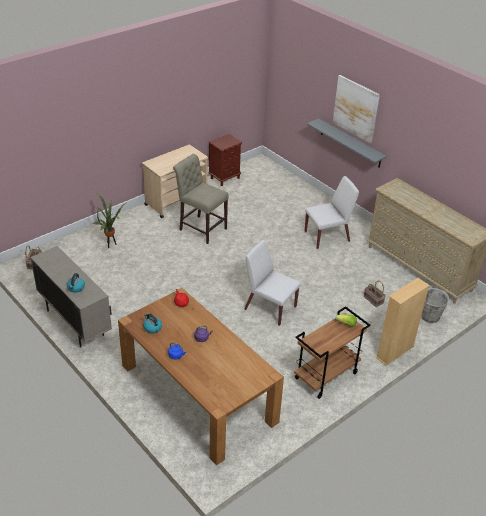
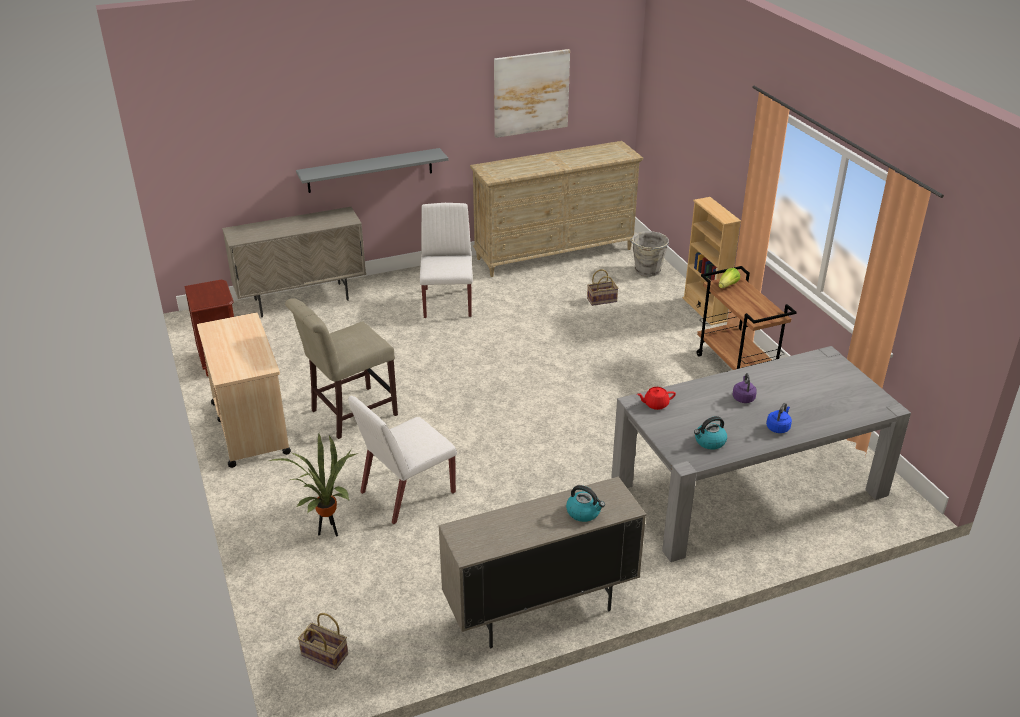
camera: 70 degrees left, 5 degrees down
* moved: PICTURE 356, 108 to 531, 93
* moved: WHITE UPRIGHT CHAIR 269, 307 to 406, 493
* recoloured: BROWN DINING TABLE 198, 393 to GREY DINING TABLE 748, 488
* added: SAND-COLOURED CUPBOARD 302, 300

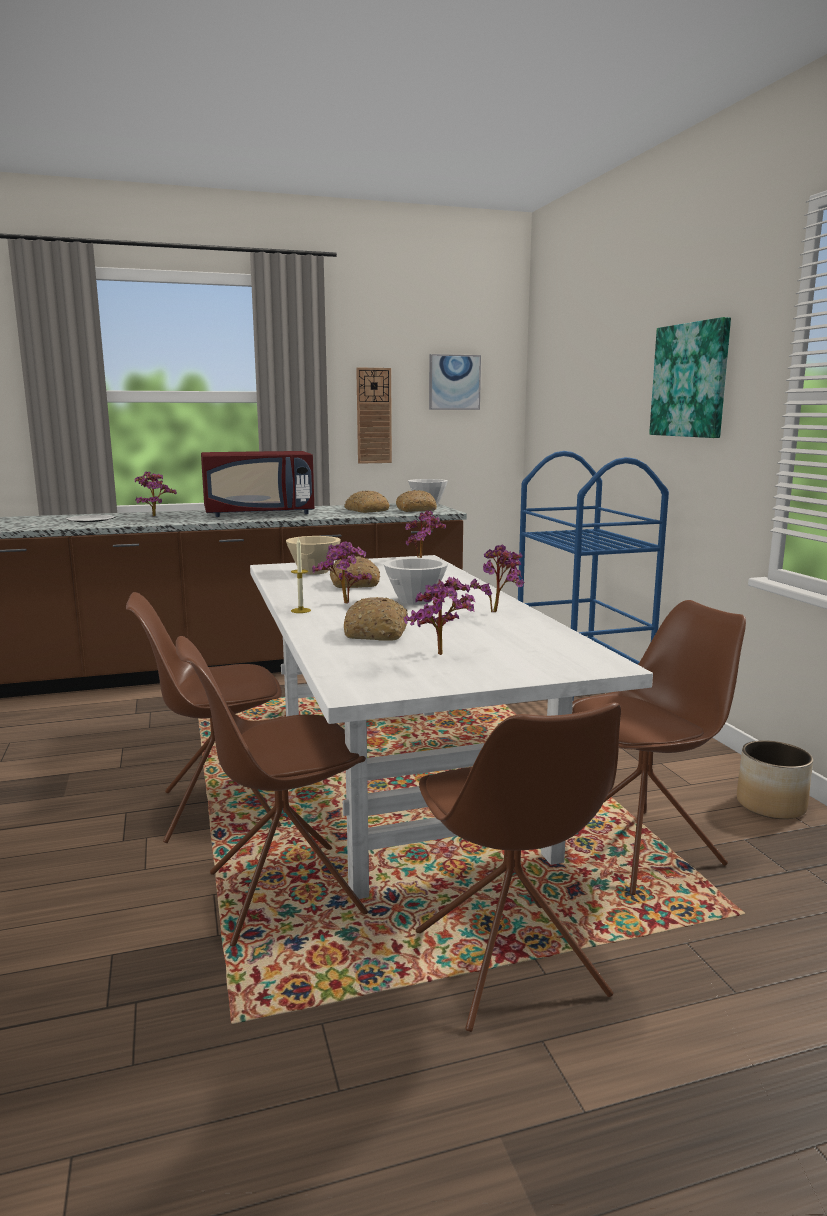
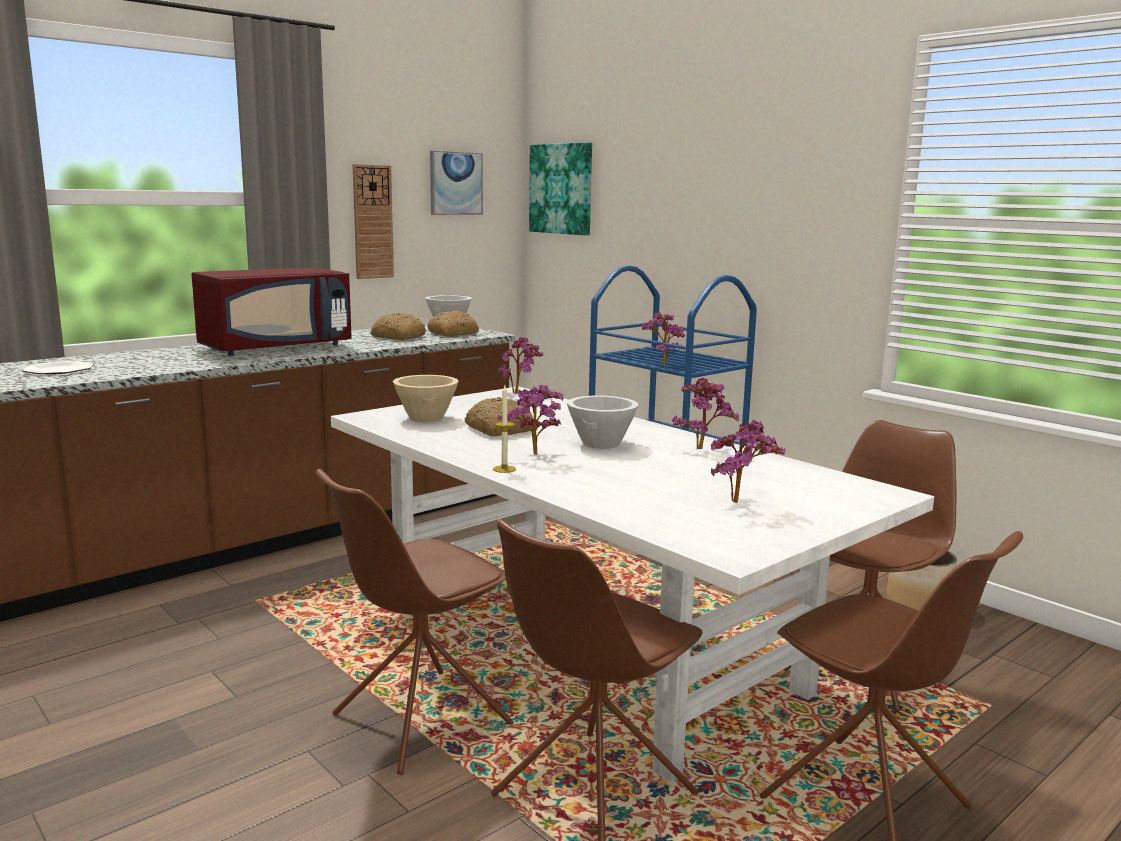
camera: 25 degrees left, 0 degrees up
* moved: PICTURE 690, 380 to 561, 189
* moved: PLANT IN A POT 154, 516 to 661, 365
* removed: BAKERY BREAD 377, 633

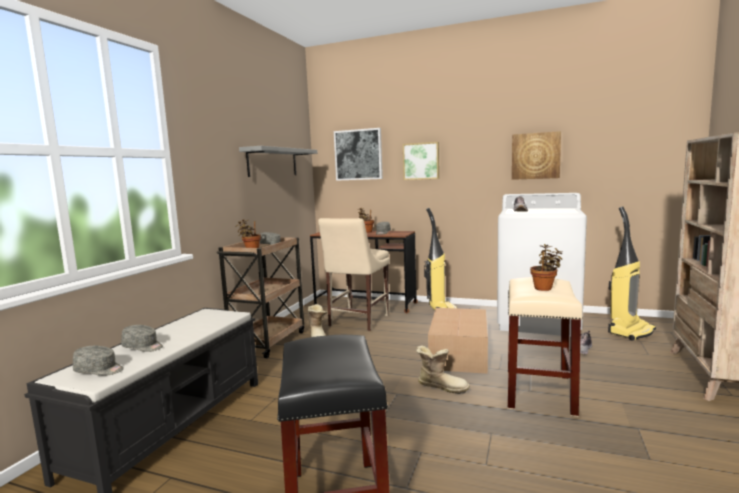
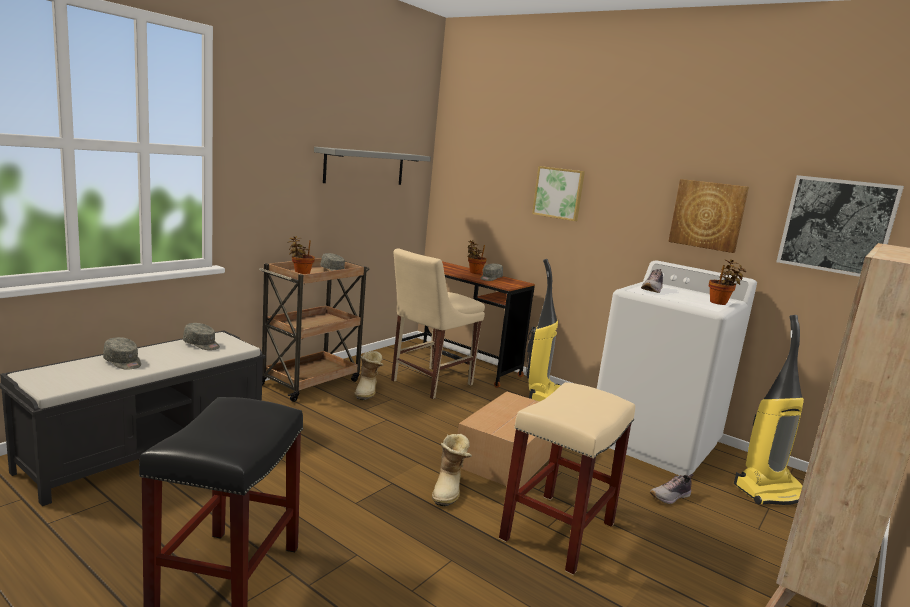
camera: 15 degrees right, 5 degrees up
* moved: PICTURE 358, 154 to 836, 226
* moved: PLANT IN A POT 544, 288 to 720, 303
* moved: GREY CAP 99, 370 to 202, 345
* turned: BOOT 441, 386 = 449, 490 60 degrees clockwise

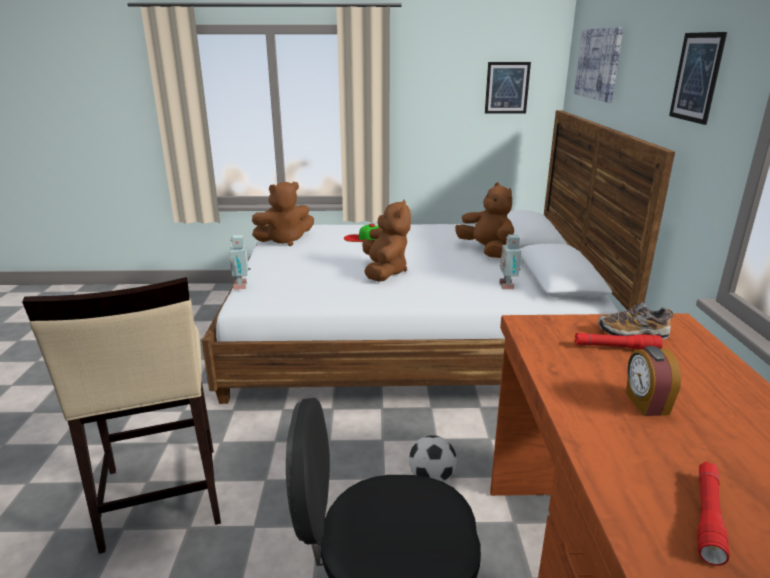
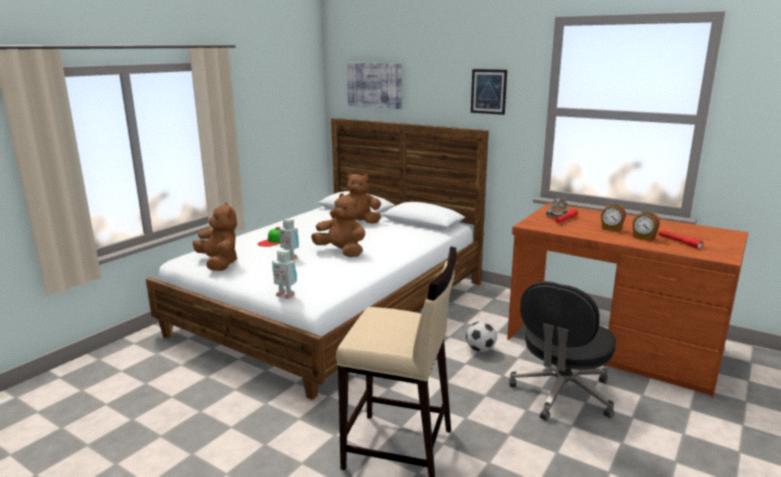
camera: 55 degrees left, 5 degrees down
* removed: PICTURE 507, 88
* turned: BROWN SOFT TOY 285, 240 = 219, 263 45 degrees counterclockwise
* moved: TOY ROBOT 508, 285 to 290, 257
* added: ALARM CLOCK 643, 238

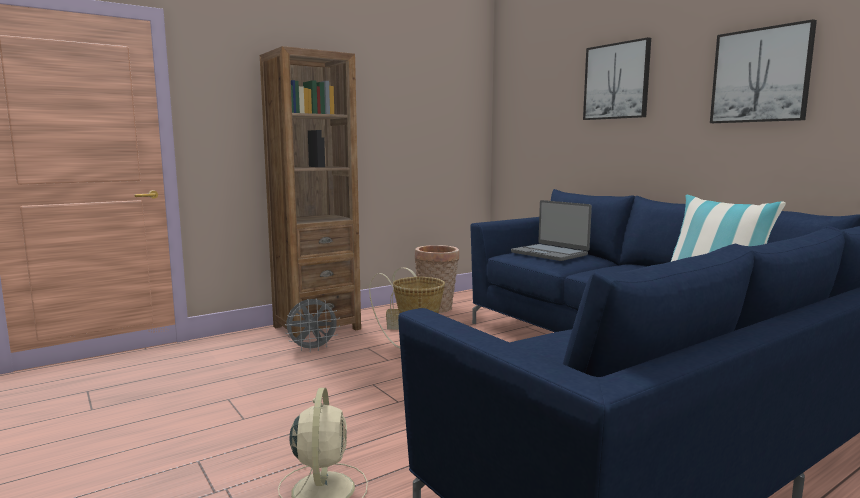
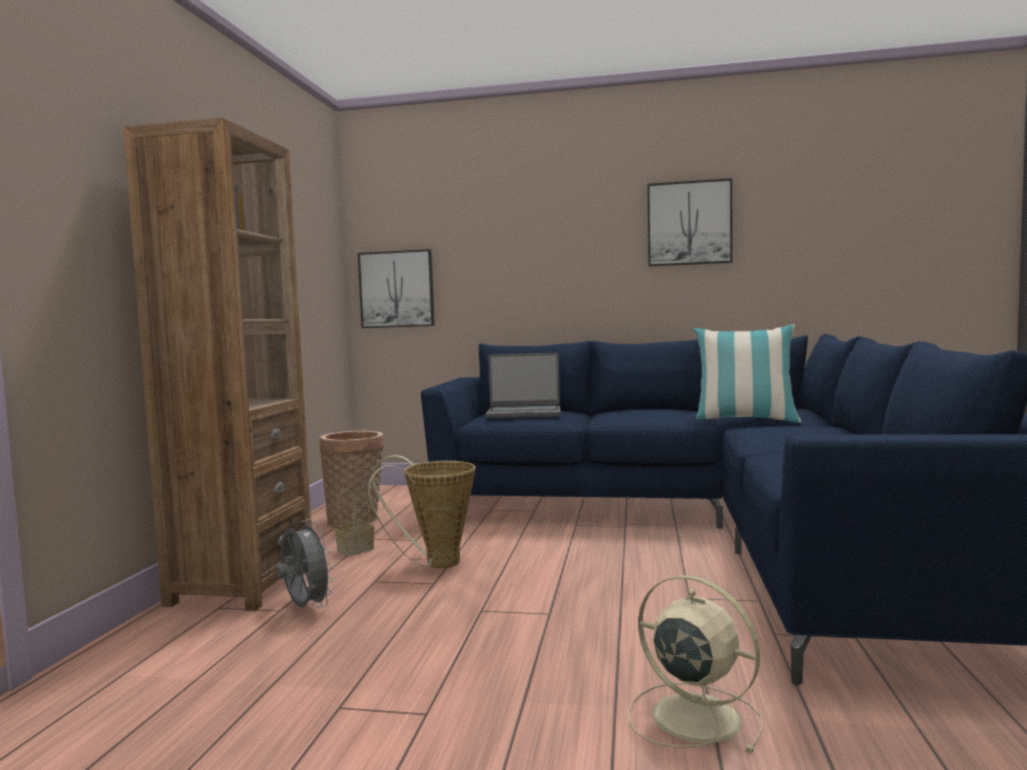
camera: 45 degrees left, 5 degrees down
* moved: PICTURE 616, 81 to 397, 289
* turned: GREY ELECTRIC FAN 312, 349 = 305, 608 60 degrees counterclockwise

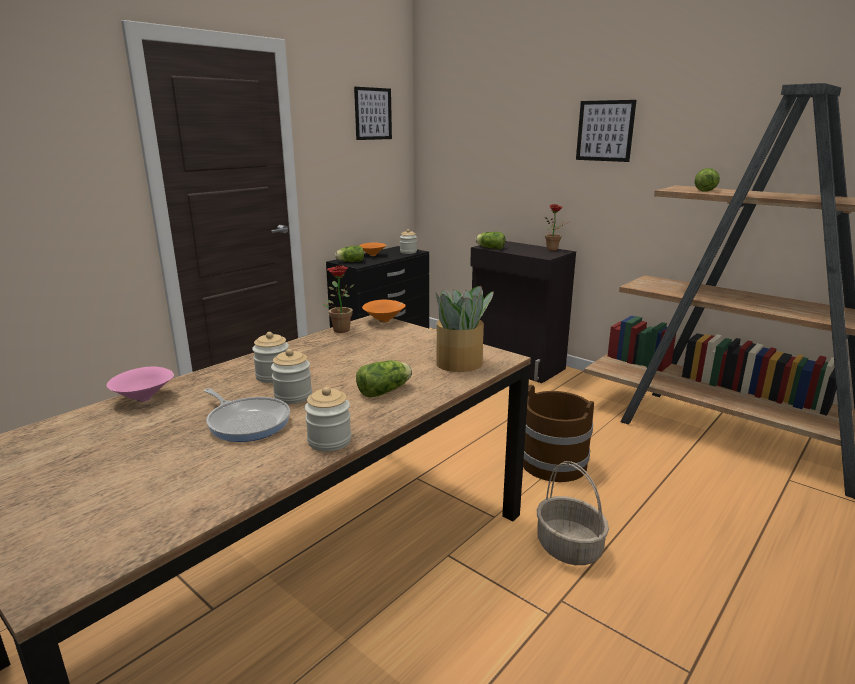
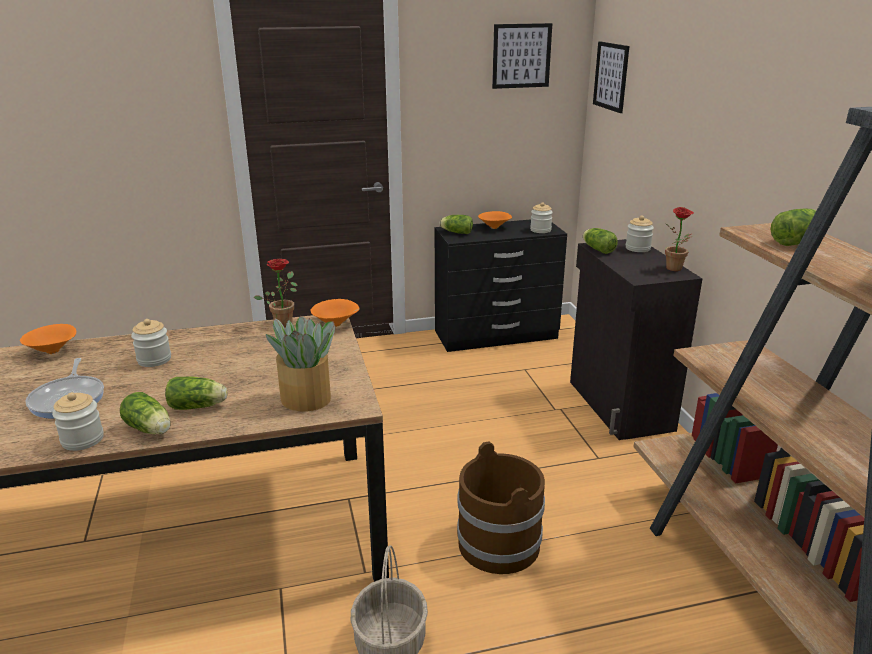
camera: 35 degrees right, 5 degrees up
* moved: PICTURE 605, 131 to 611, 76
* moved: JAR 293, 396 to 638, 248
* recoloured: PINK DEEP DISH 145, 398 to ORANGE DEEP DISH 54, 351
* added: HEAD OF LETTUCE 150, 429

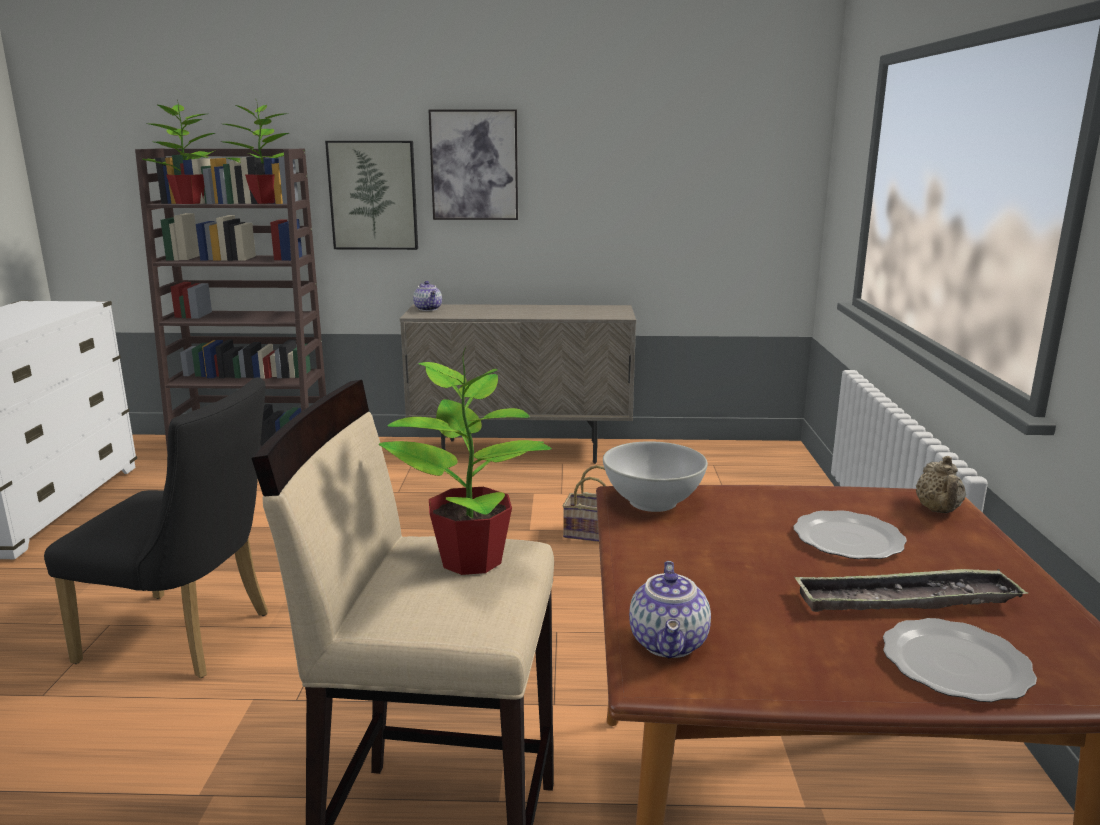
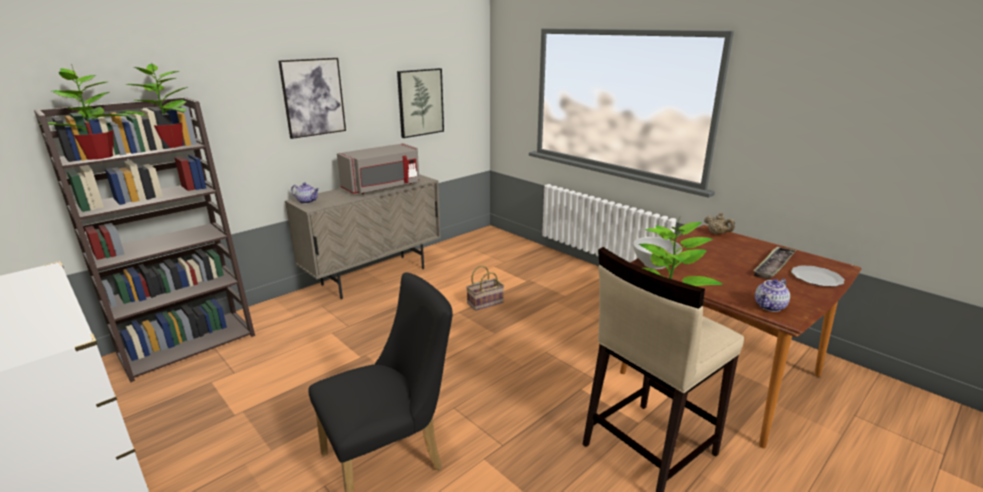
camera: 45 degrees left, 5 degrees up
* moved: PICTURE 373, 195 to 420, 102
* removed: DINNER PLATE 849, 540
* turned: TEAPOT 670, 643 = 770, 307 90 degrees clockwise
* added: GREY MICROWAVE 382, 187

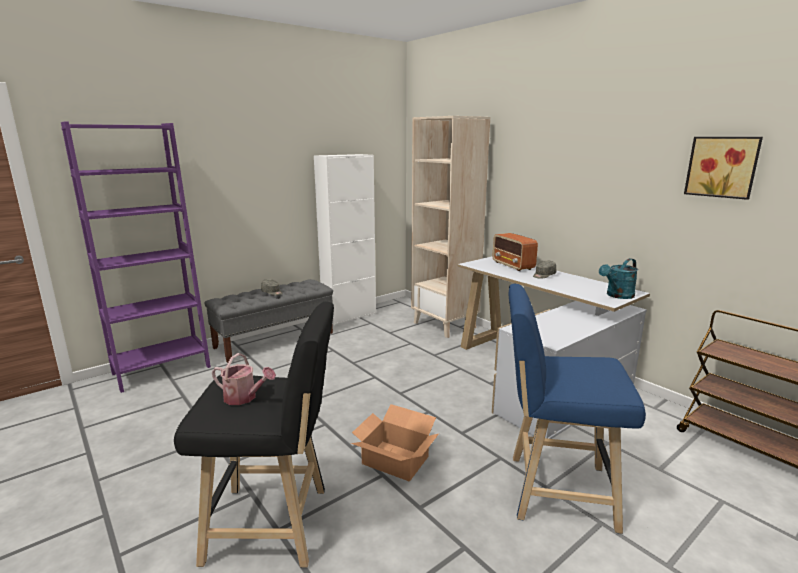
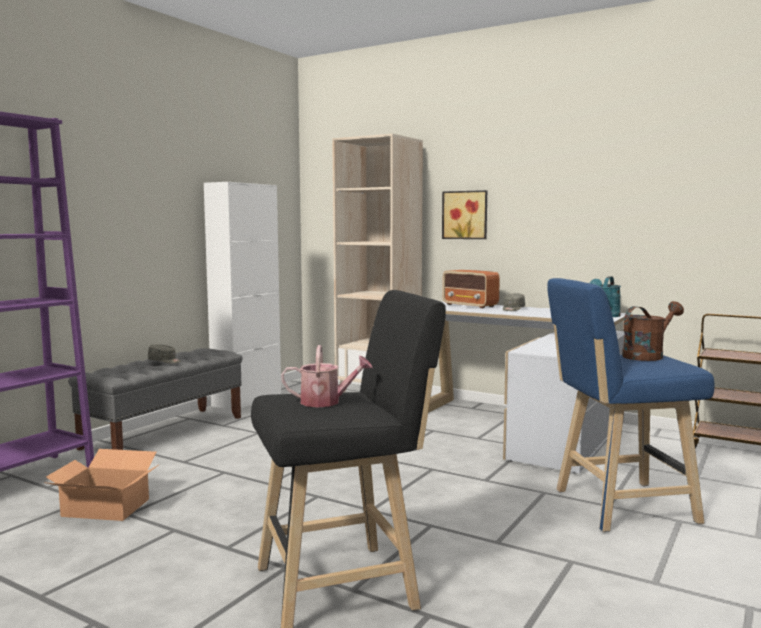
camera: 20 degrees left, 10 degrees down
* moved: PICTURE 722, 167 to 465, 215
* moved: CARDBOARD BOX 395, 459 to 105, 507
* added: BROWN SPRINKLING CAN 647, 356

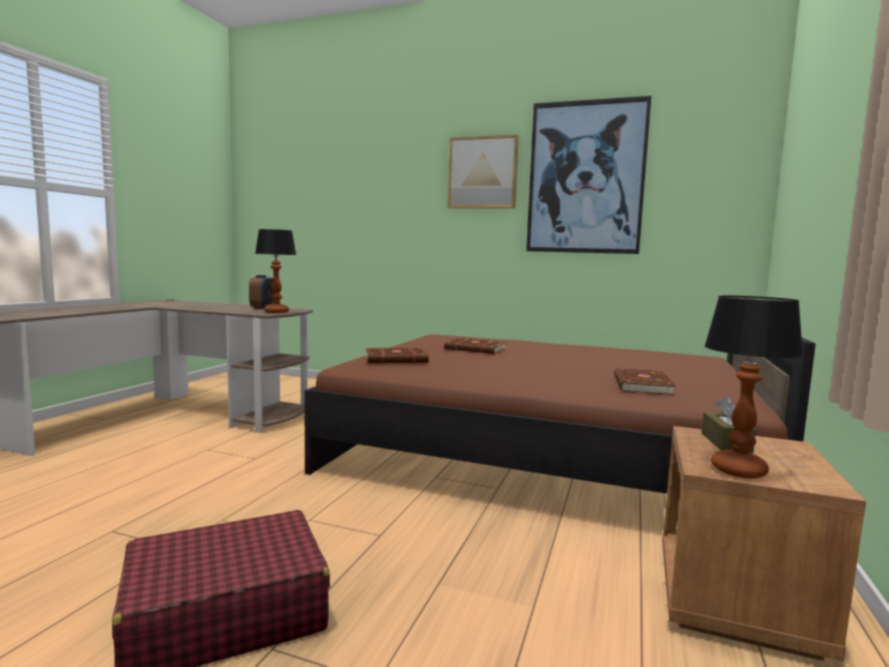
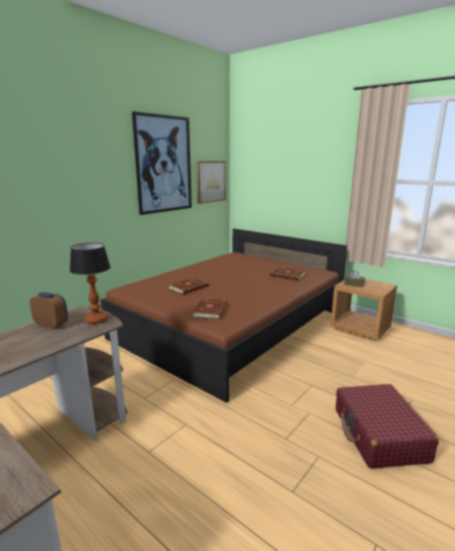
camera: 70 degrees left, 10 degrees up
* moved: PICTURE 482, 173 to 210, 181
* removed: LAMP FOR A TABLE 739, 470

